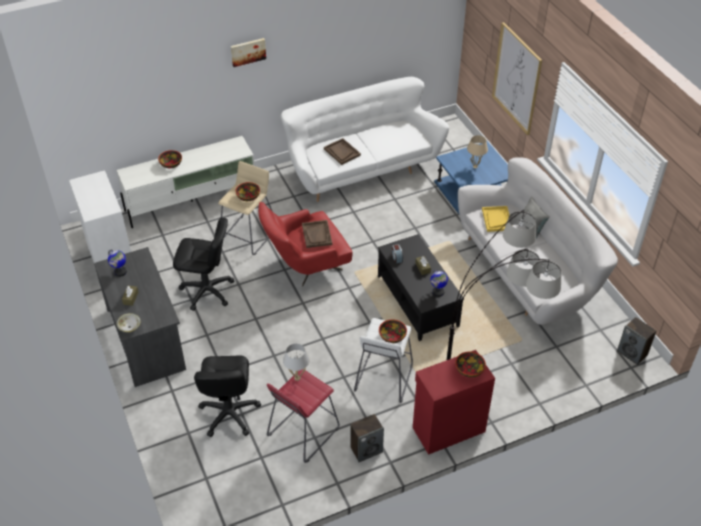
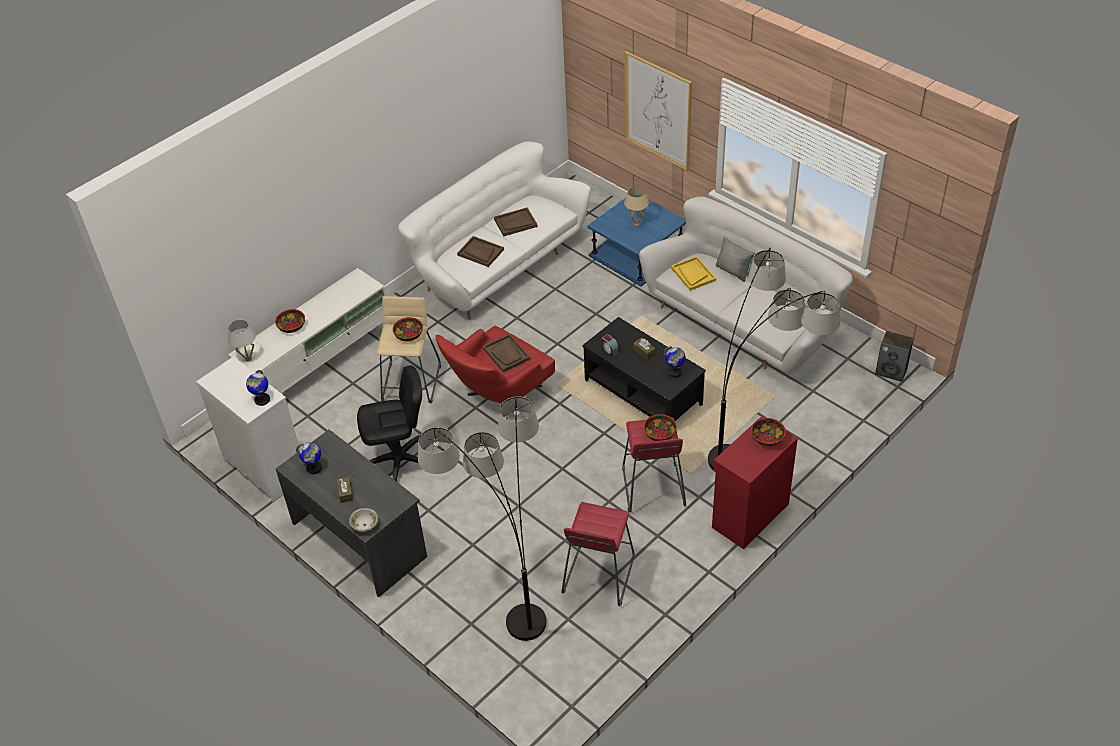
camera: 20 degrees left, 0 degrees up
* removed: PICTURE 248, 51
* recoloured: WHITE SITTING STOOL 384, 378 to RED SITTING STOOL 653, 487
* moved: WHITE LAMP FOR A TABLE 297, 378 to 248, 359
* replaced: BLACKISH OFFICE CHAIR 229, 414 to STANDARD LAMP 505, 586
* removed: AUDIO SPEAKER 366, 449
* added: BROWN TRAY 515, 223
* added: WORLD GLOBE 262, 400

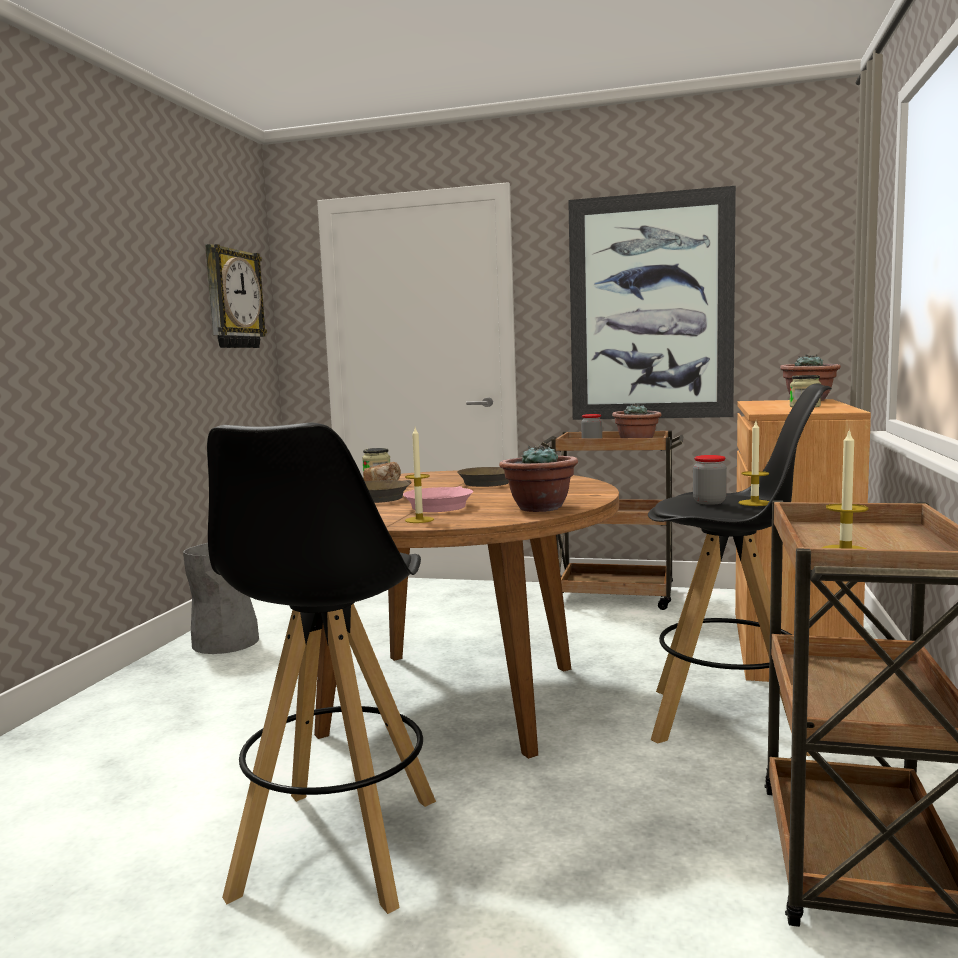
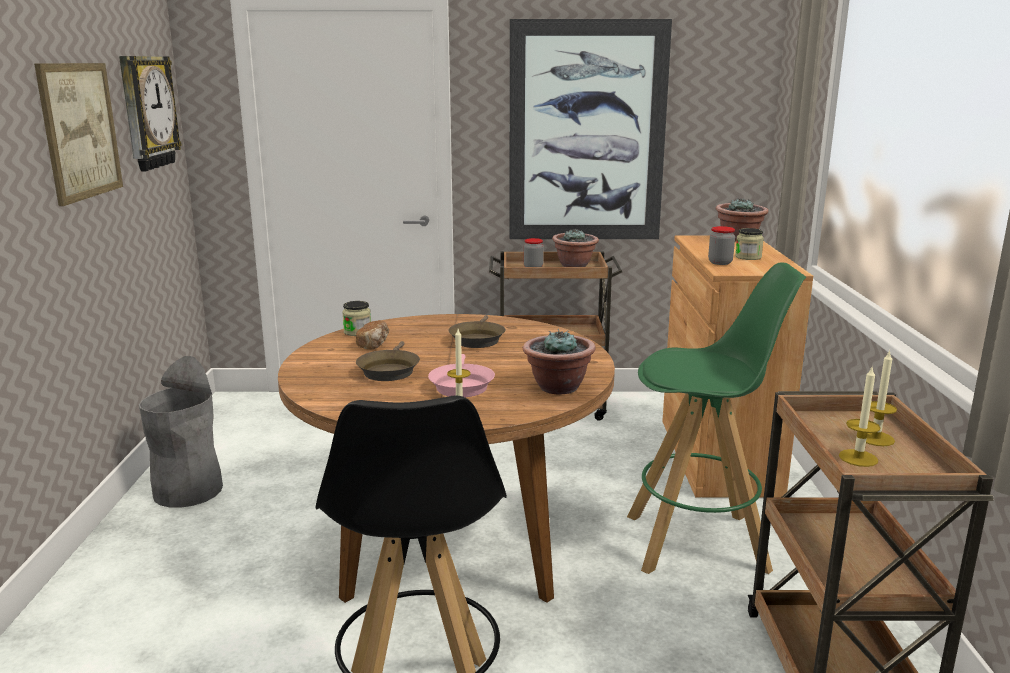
camera: 15 degrees left, 10 degrees up
* recoloured: BLACKISH SITTING STOOL 731, 720 to GREENISH SITTING STOOL 698, 542
* moved: WAX LIGHT 754, 503 to 875, 438
* moved: JAR 709, 502 to 720, 262
* added: PICTURE 80, 131

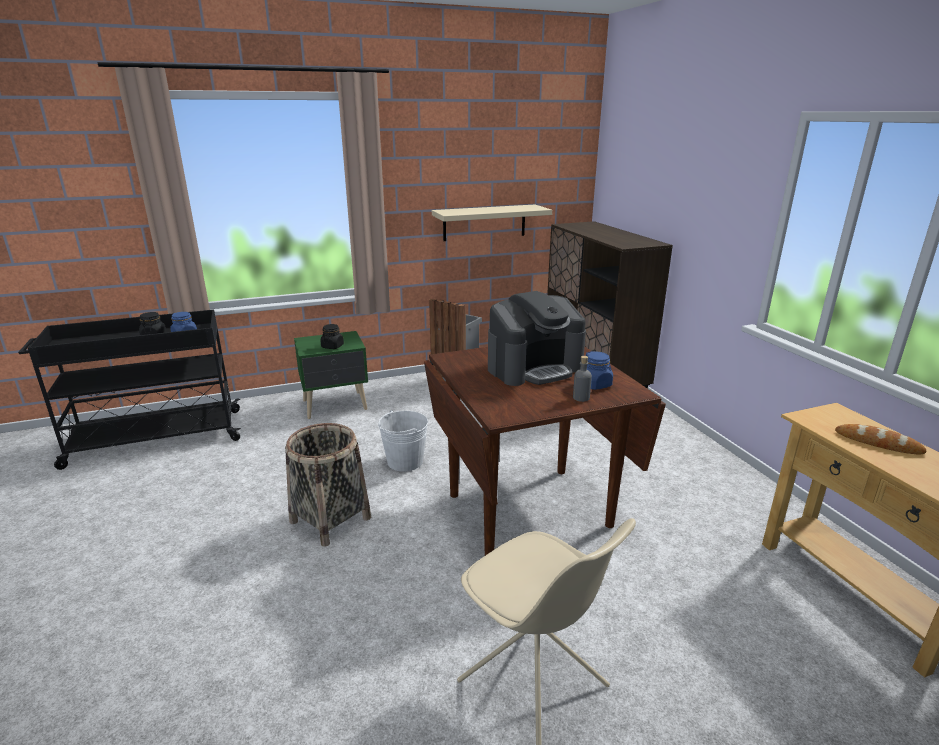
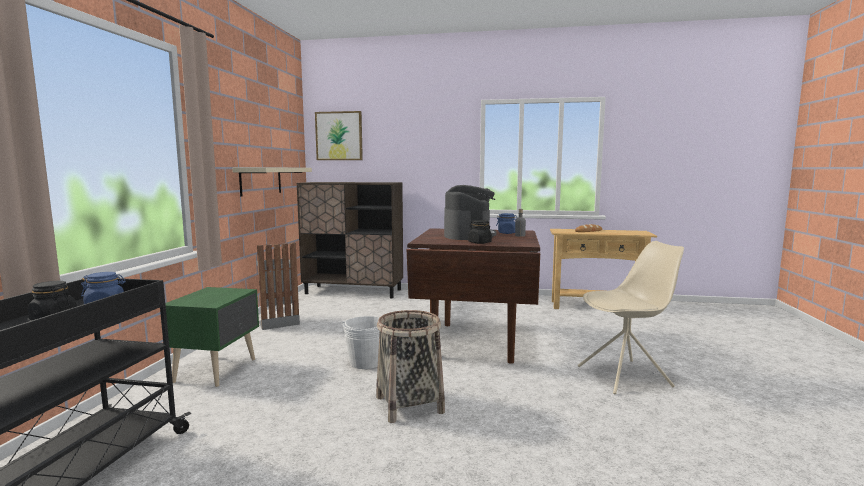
camera: 60 degrees left, 15 degrees down
* moved: BLACKISH JAR 332, 346 to 479, 242
* added: PICTURE 339, 136

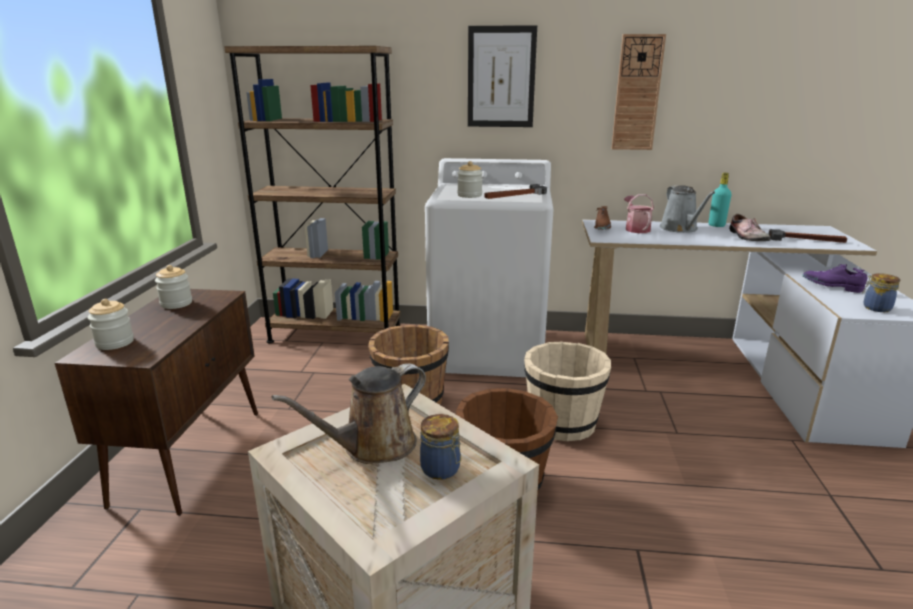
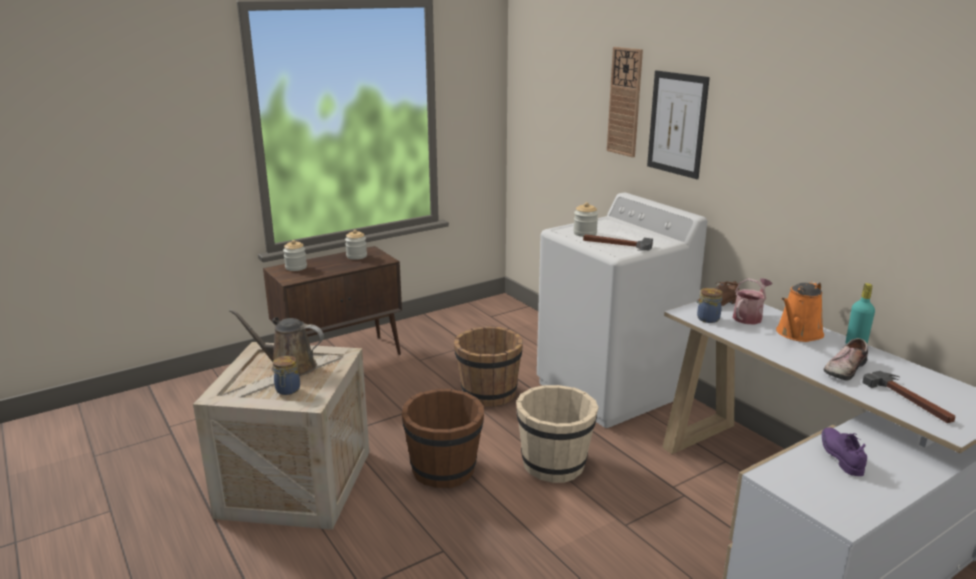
camera: 50 degrees right, 0 degrees up
* moved: WALL CLOCK 637, 93 to 625, 102
* removed: BROWN SHELVING UNIT 335, 334
* recoloured: GREY SPRINKLING CAN 680, 229 to ORANGE SPRINKLING CAN 797, 334
* moved: JAR 875, 308 to 708, 318

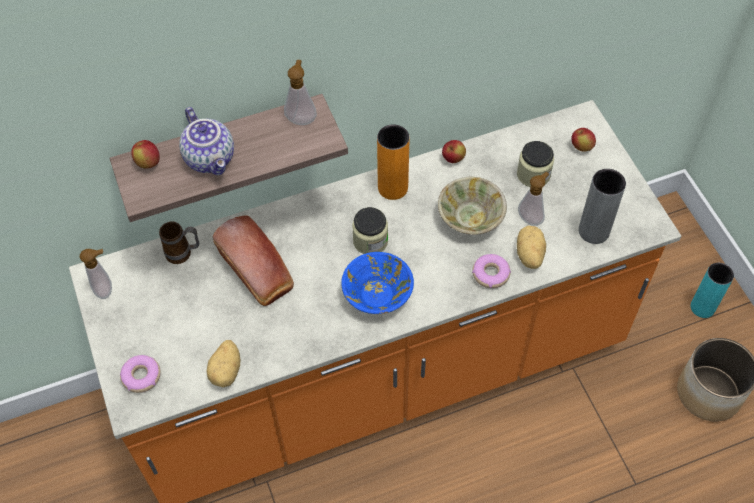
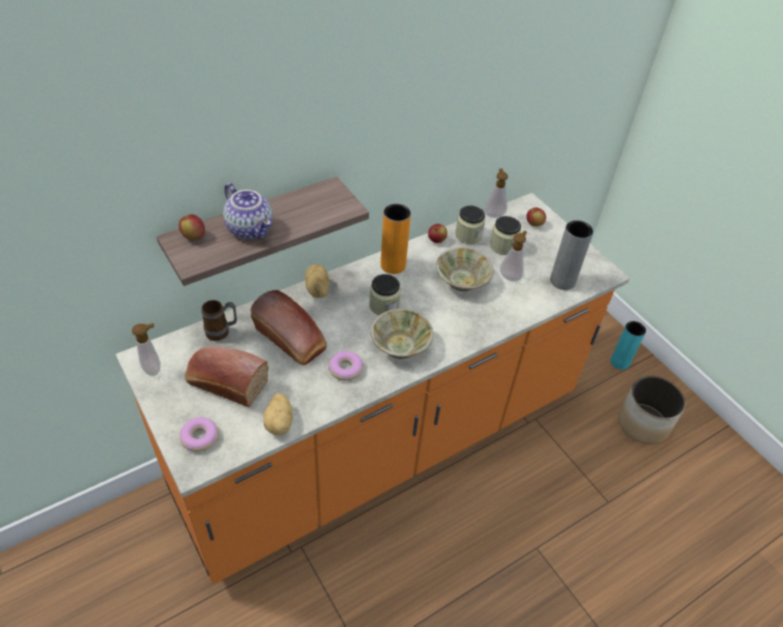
camera: 15 degrees left, 10 degrees down
* moved: SOAP BOTTLE 301, 118 to 494, 214
* moved: POTATO 528, 255 to 316, 290
* recoloured: BLUISH DEEP DISH 378, 294 to SAND-COLOURED DEEP DISH 400, 345
* moved: RING DOUGHNUT 490, 274 to 345, 369
* added: JAR 468, 235
* added: BAKERY BREAD 225, 382

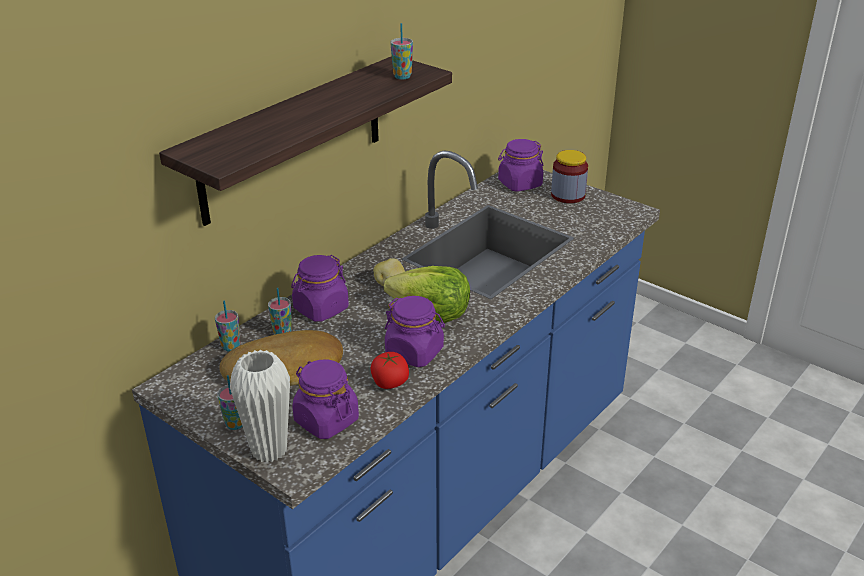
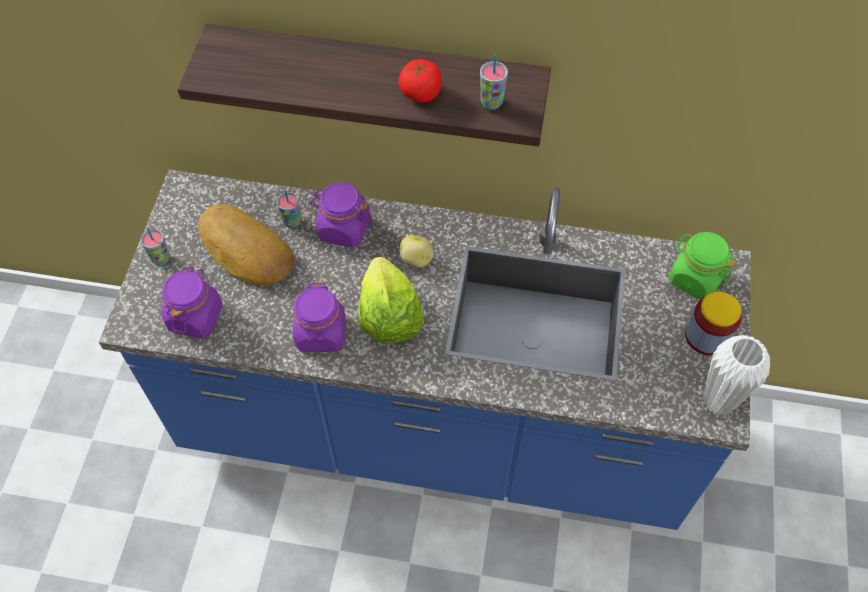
camera: 60 degrees right, 25 degrees up
* recoloured: PURPLE-COLOURED JAR 519, 184 to GREENISH JAR 695, 278
* removed: DRINKING CUP 231, 347
* moved: WHITE VASE 269, 450 to 718, 401
* moved: TOMATO 390, 383 to 421, 93

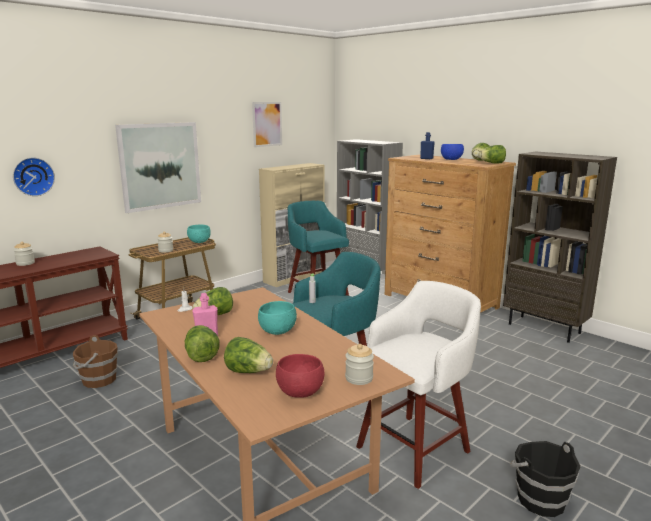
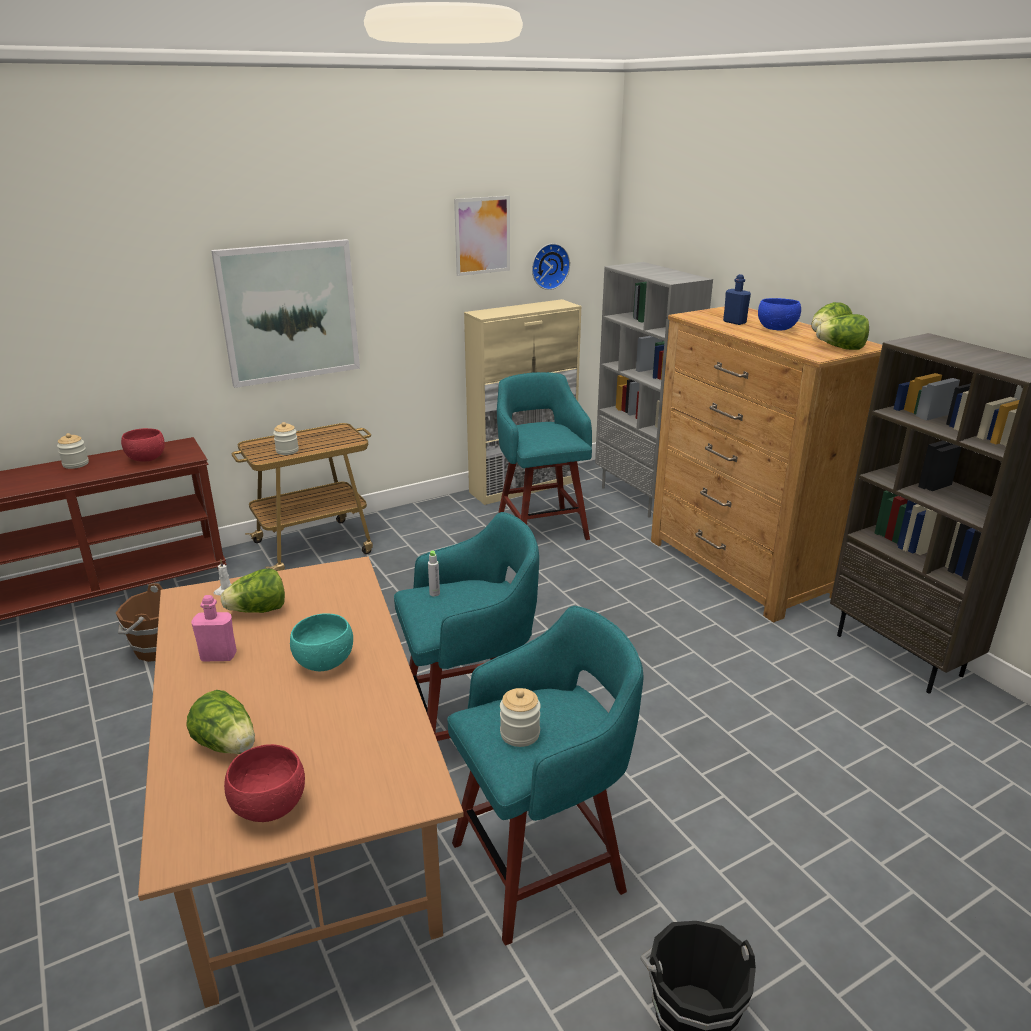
camera: 15 degrees right, 10 degrees up
* moved: WALL CLOCK 33, 176 to 549, 266
* removed: TURQUOISE DEEP DISH 199, 242
* recoloured: WHITE SITTING STOOL 415, 448 to TURQUOISE SITTING STOOL 542, 865
* removed: HEAD OF LETTUCE 201, 355
* moved: JAR 359, 378 to 520, 734
* added: RED DEEP DISH 147, 459

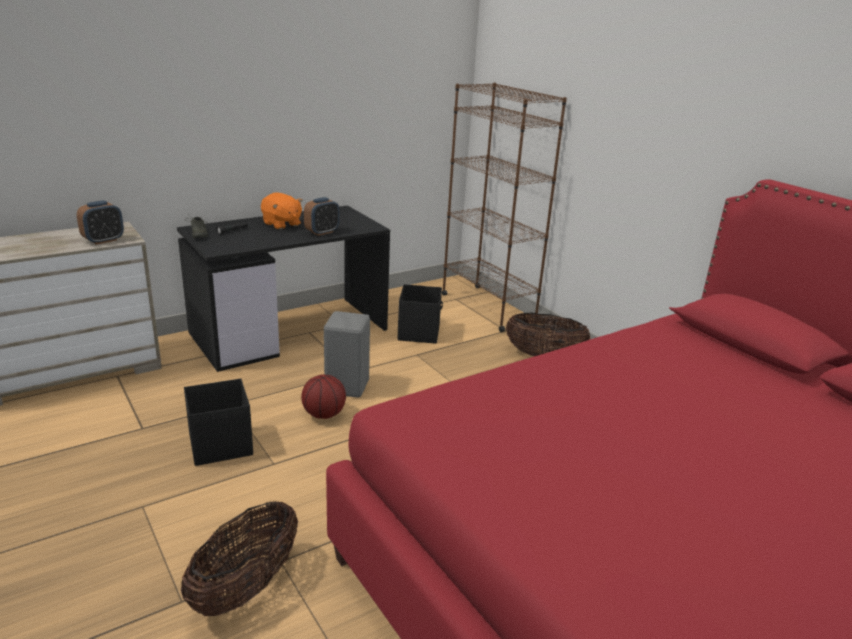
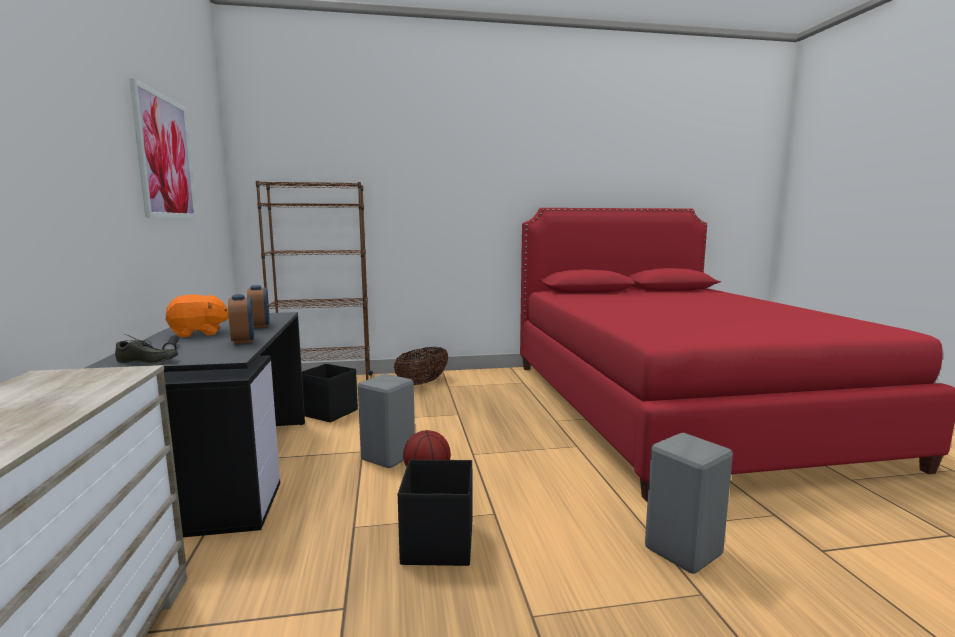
camera: 65 degrees left, 15 degrees down
* moved: ALARM CLOCK 103, 240 to 243, 340
* replaced: HOUSEHOLD BASKET 246, 587 to GREY SITTING STOOL 680, 551
* added: PICTURE 165, 157

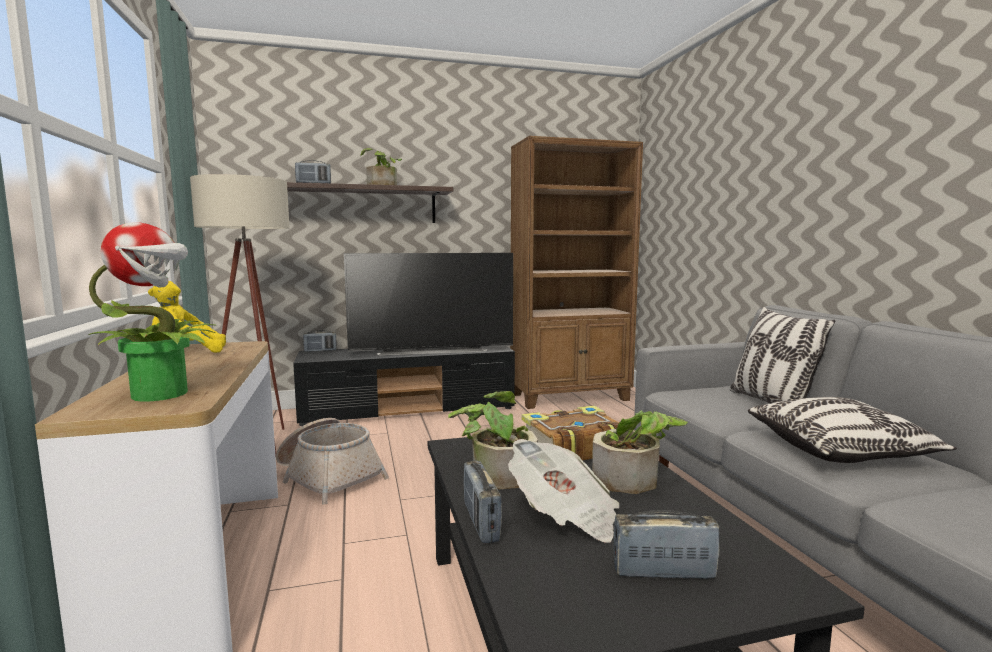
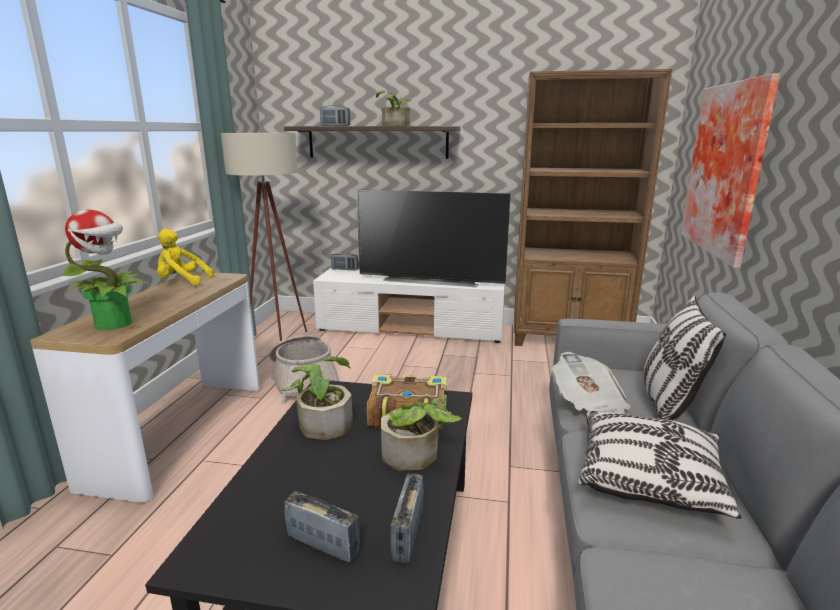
camera: 25 degrees right, 10 degrees up
* recoloured: BLACKISH TV STAND 409, 409 to WHITE TV STAND 412, 329
* moved: NEWSPAPER 565, 516 to 589, 406
* moved: RADIO 481, 522 to 408, 534
* added: PICTURE 730, 169

